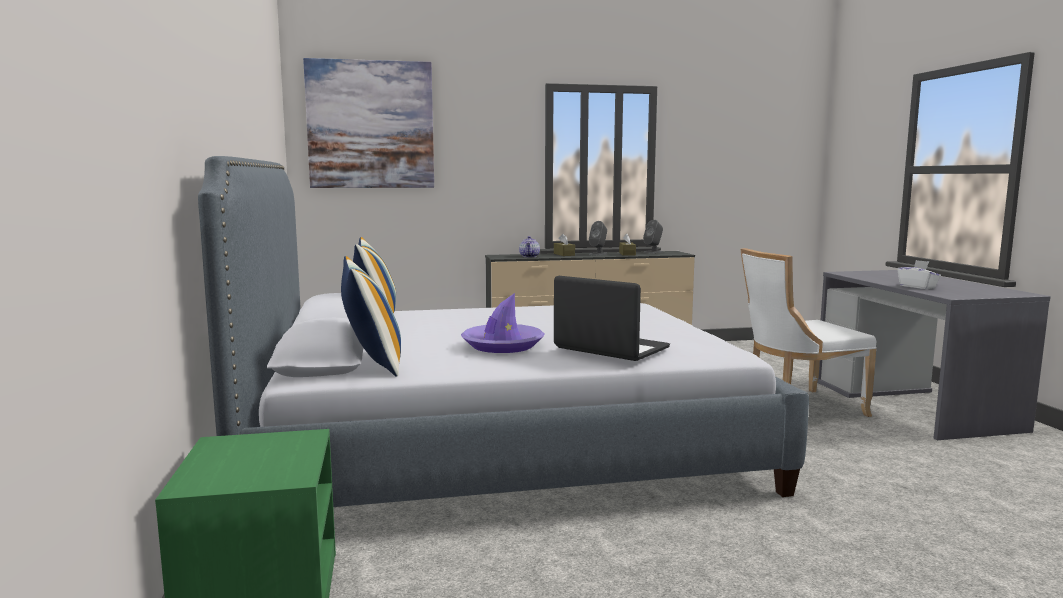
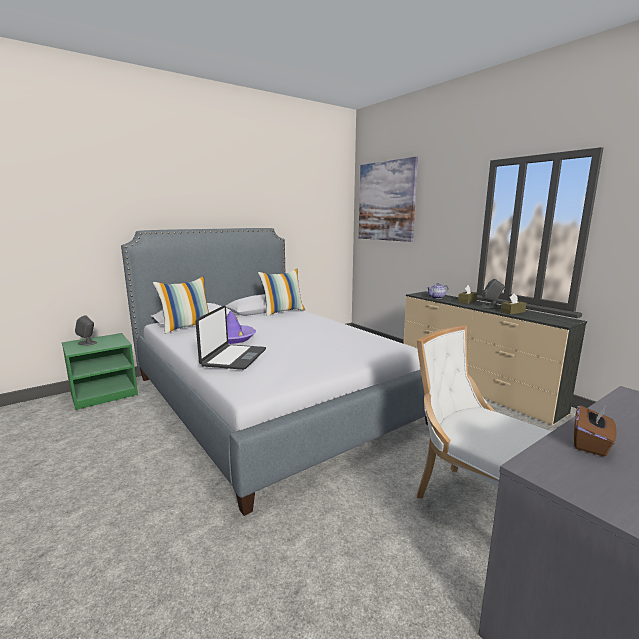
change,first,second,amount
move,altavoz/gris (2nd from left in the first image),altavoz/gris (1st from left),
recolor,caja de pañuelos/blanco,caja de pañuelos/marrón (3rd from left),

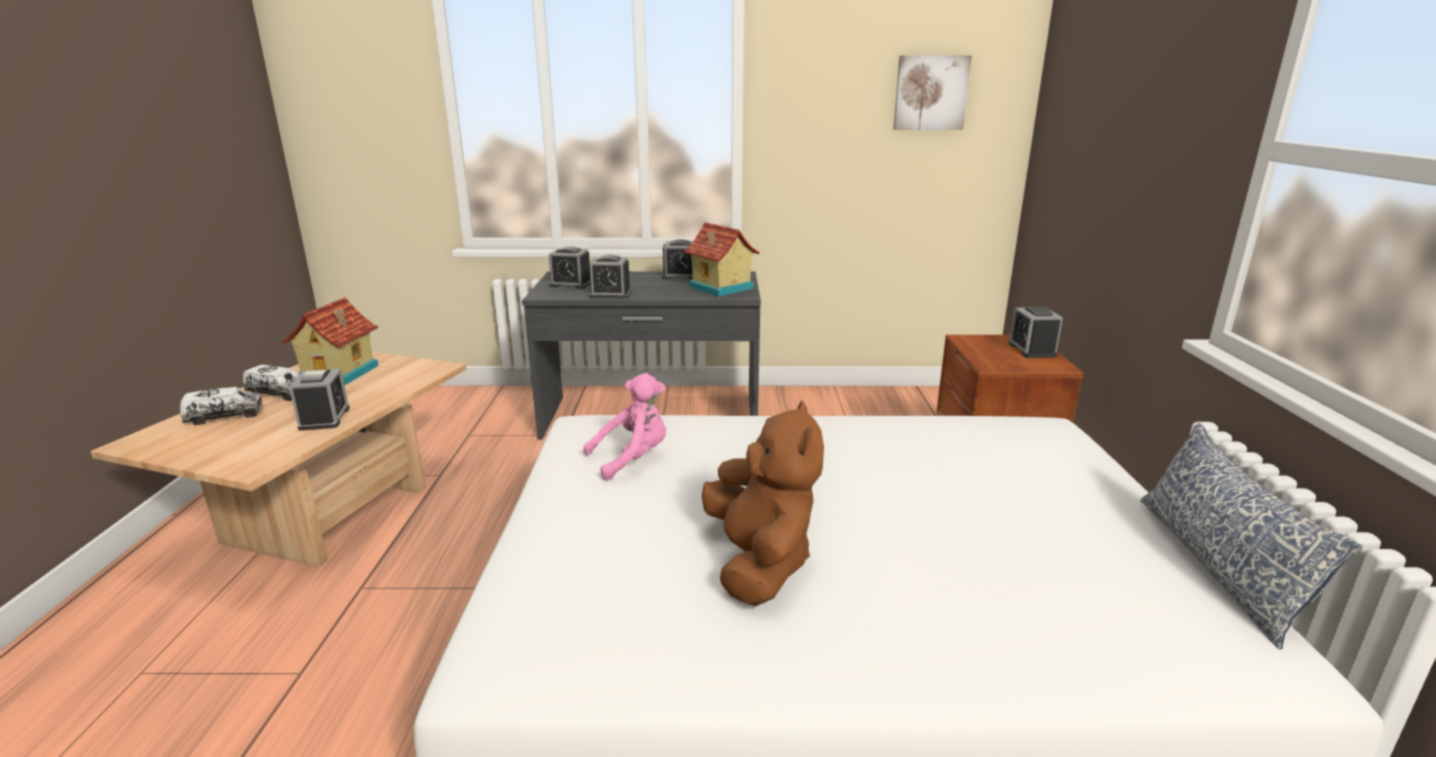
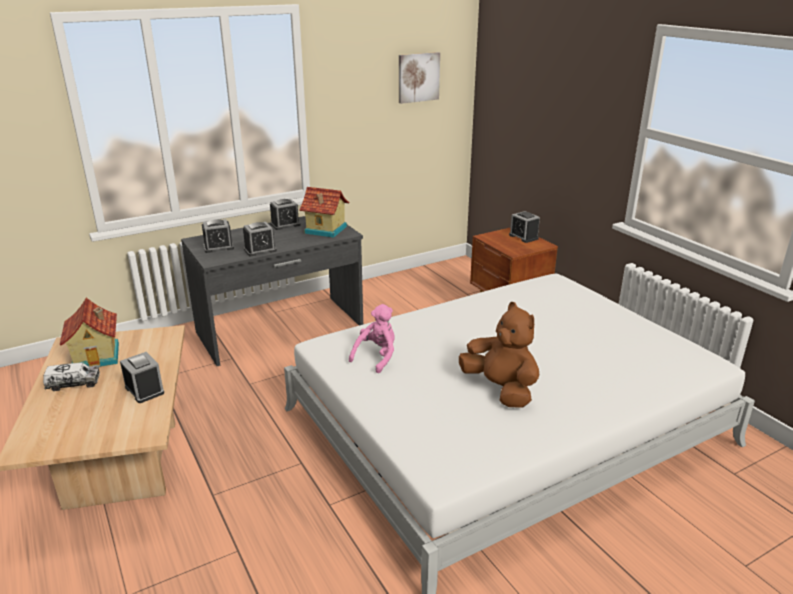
change,first,second,amount
delete,camión de juguete (1st from left),,
delete,cojín,,

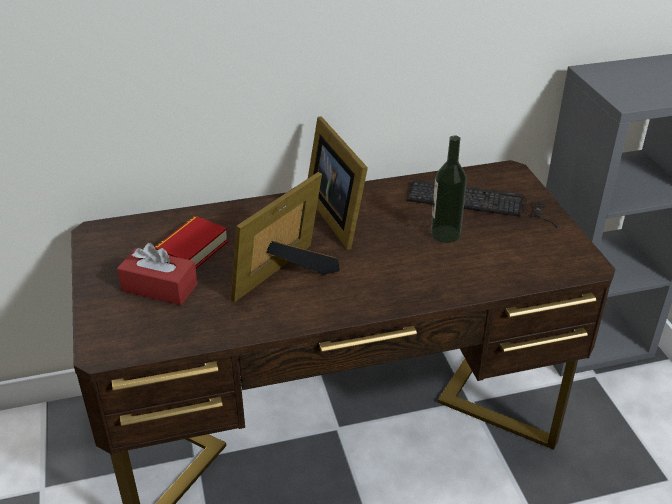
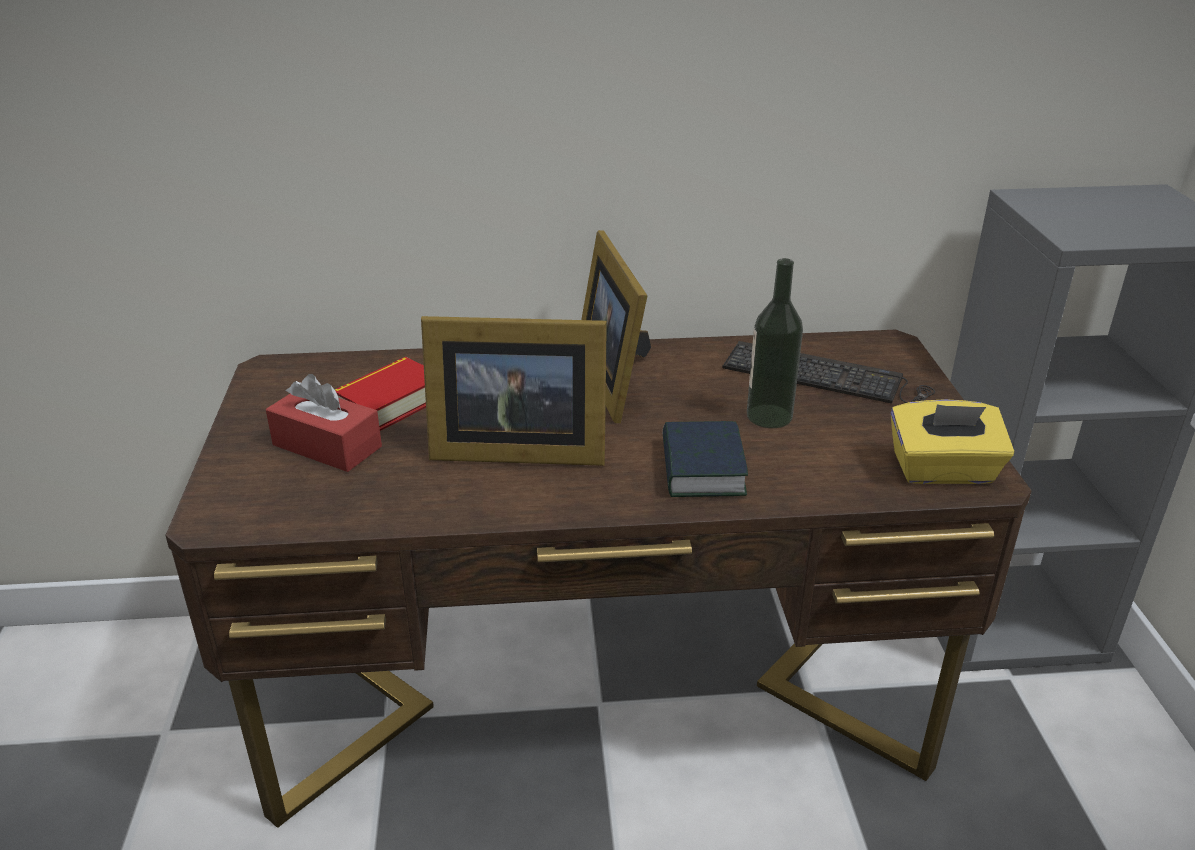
change,first,second,amount
insert,,libro (2nd from left),
insert,,caja de pañuelos/amarillo,
rotate,portarretratos (1st from left),,135 degrees counterclockwise

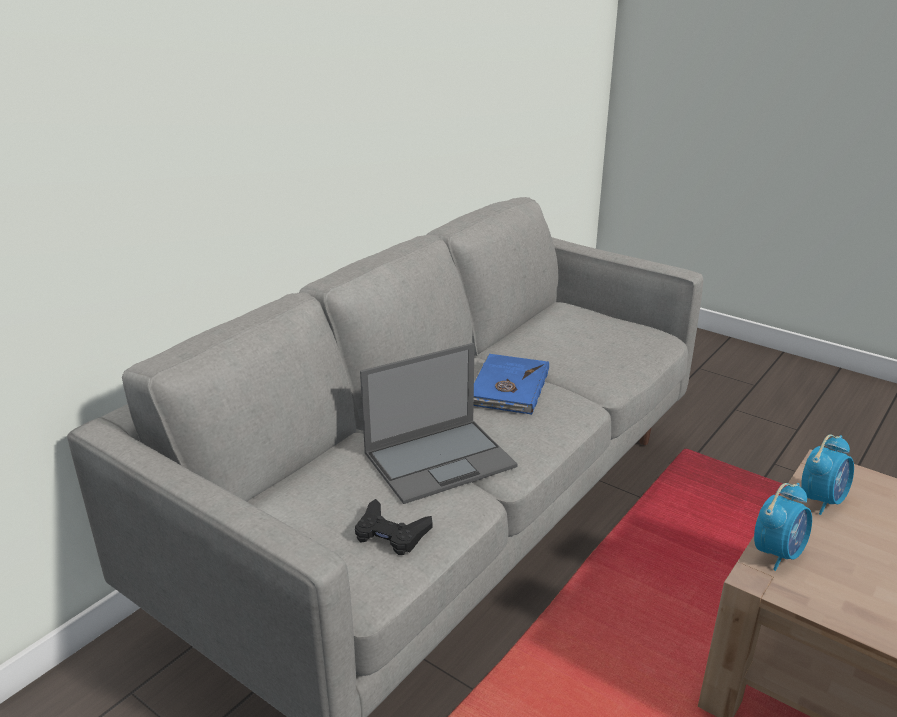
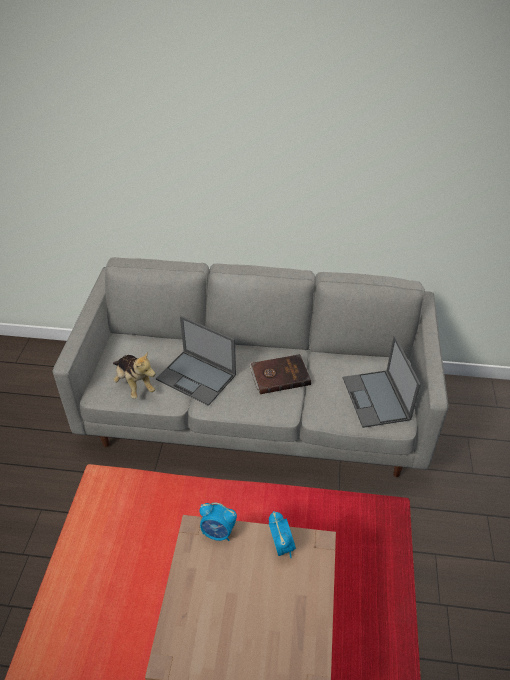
change,first,second,amount
insert,,portátil (2nd from left),
replace,mando de consola/negro,peluche,
recolor,libro/azul,libro/marrón,
rotate,despertador (2nd from left),,120 degrees counterclockwise

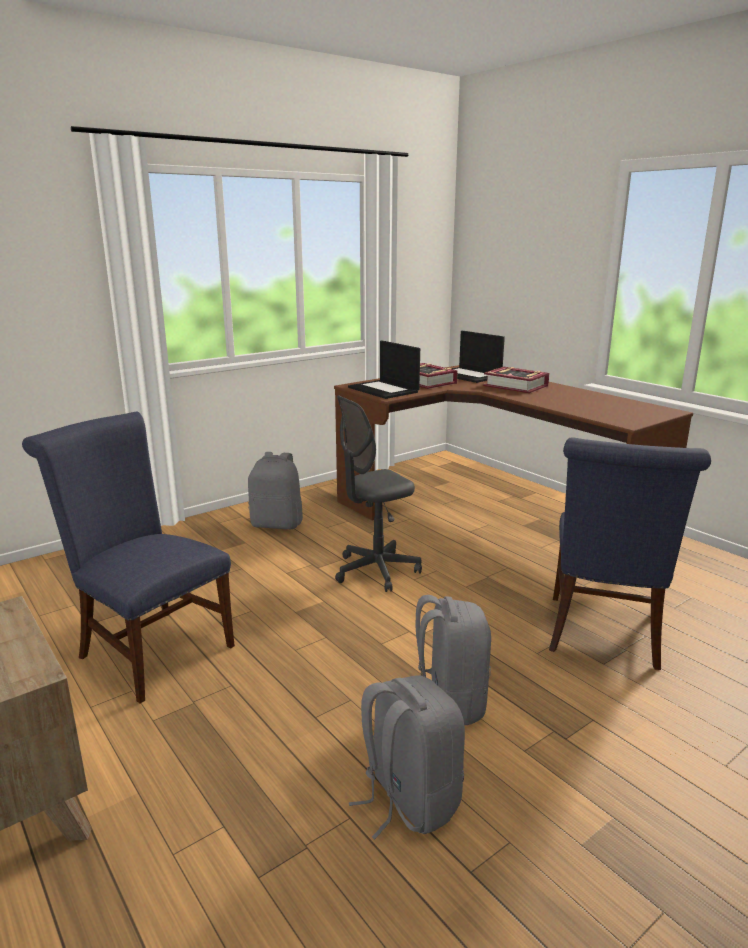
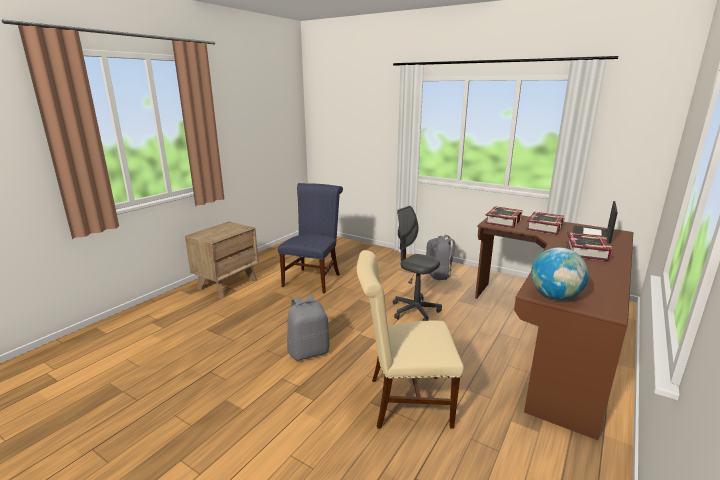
change,first,second,amount
delete,mochila/gris (2nd from left),,
insert,,globo terráqueo,
replace,portátil (1st from left),libro (1st from left),
recolor,silla/azul (2nd from left),silla/beis,

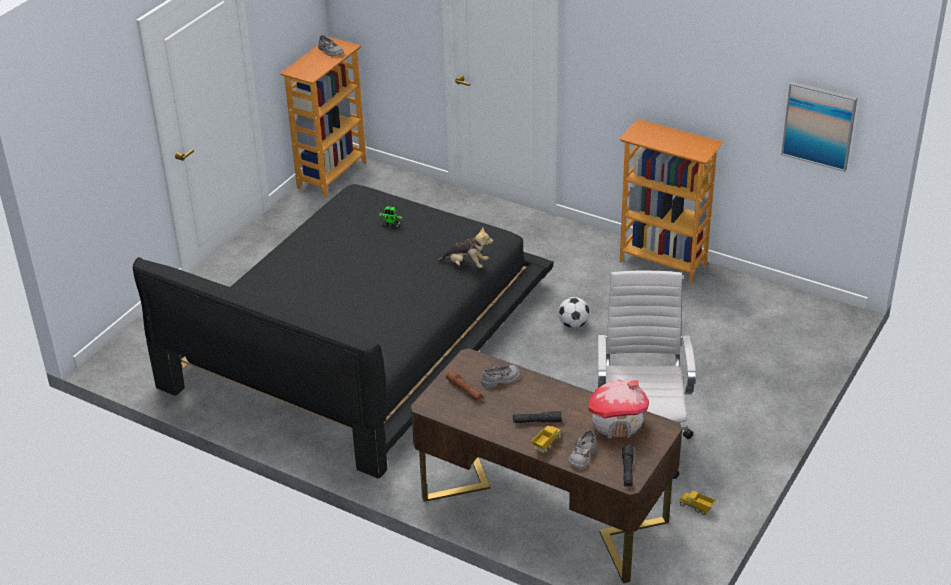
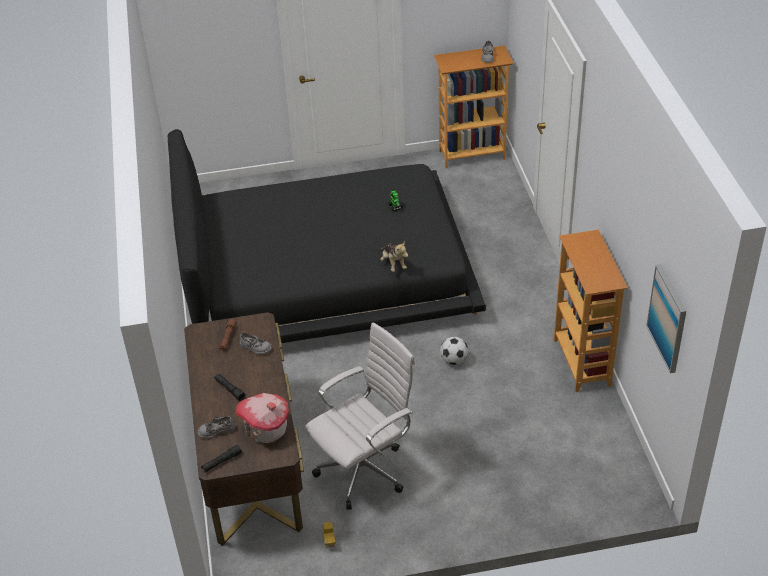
change,first,second,amount
delete,camión de juguete (1st from left),,

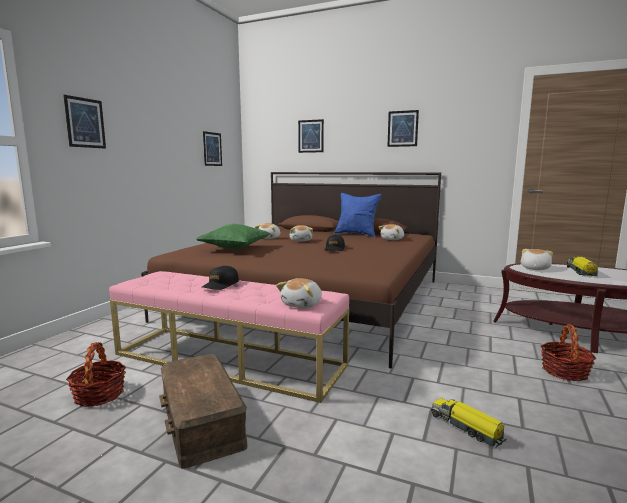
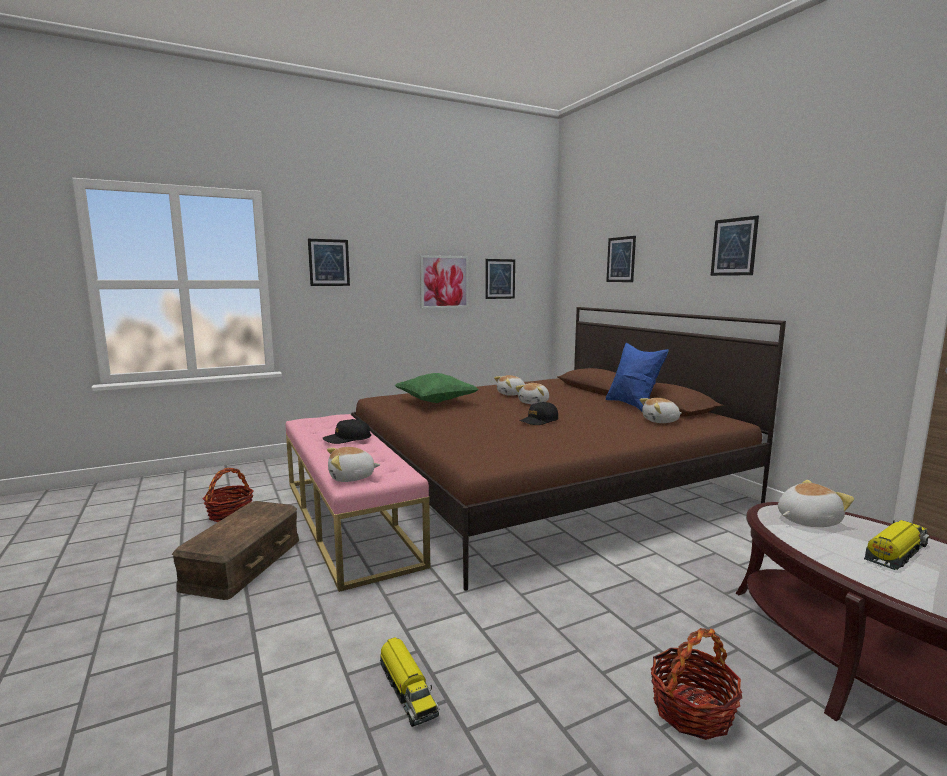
change,first,second,amount
insert,,cuadro (2nd from left),
rotate,camión de juguete (1st from left),,150 degrees clockwise

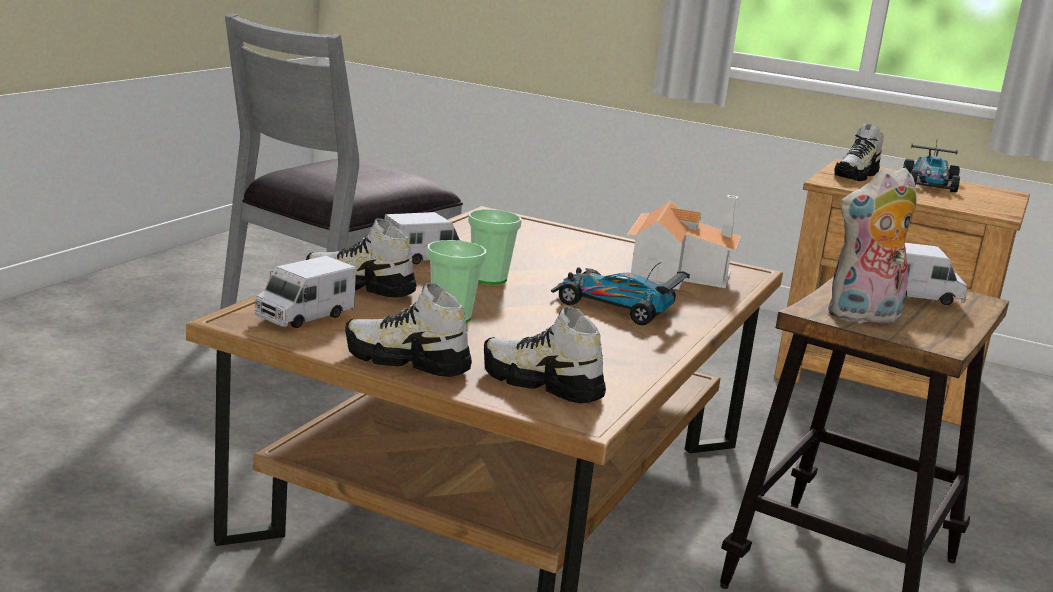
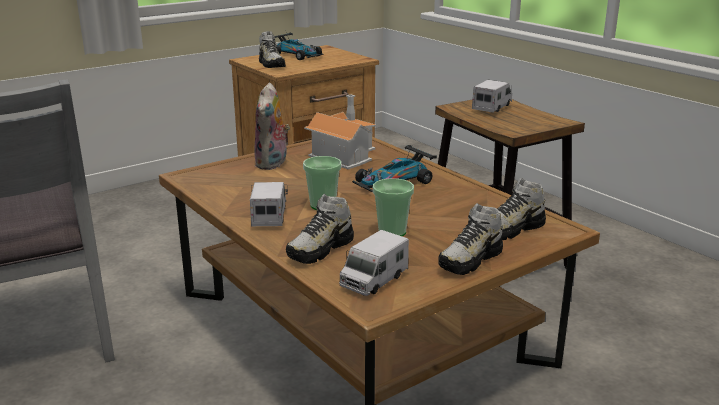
change,first,second,amount
move,peluche,,
rotate,camión de juguete (1st from left in the first image),camión de juguete (2nd from left),60 degrees clockwise

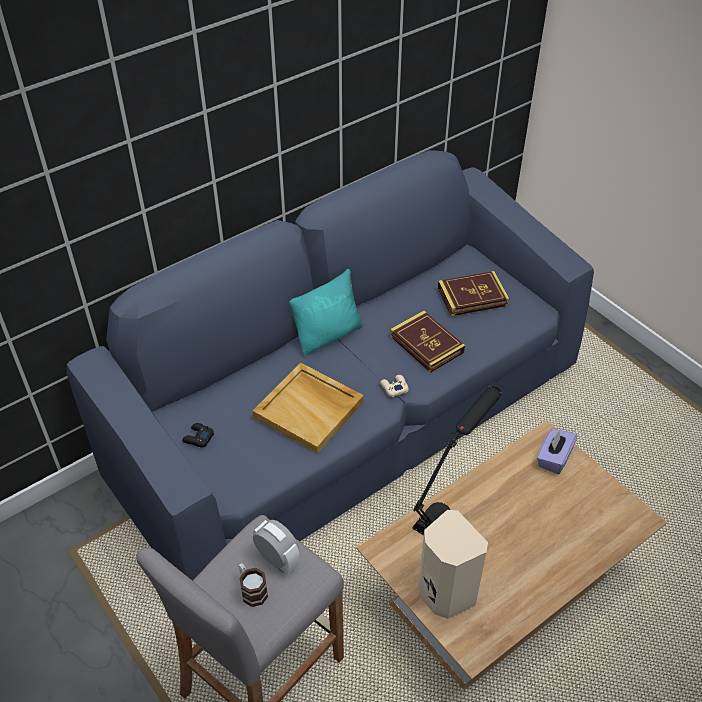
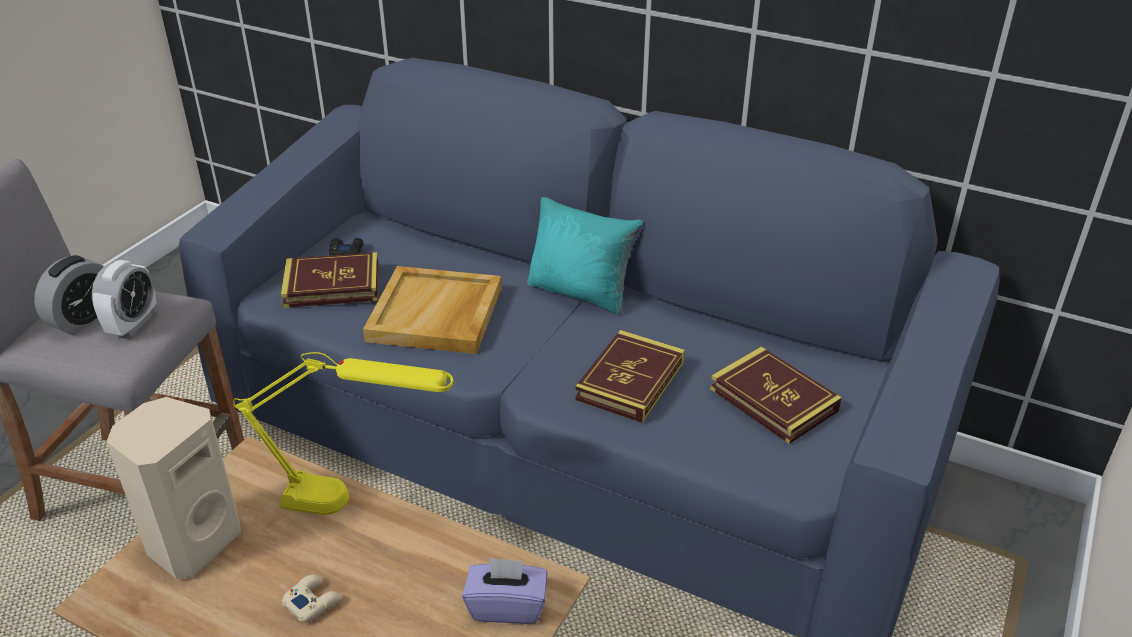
change,first,second,amount
insert,,libro (1st from left),
move,mando de consola/beis,,
replace,taza grande,despertador (1st from left),
recolor,lámpara de mesa/negro,lámpara de mesa/amarillo,

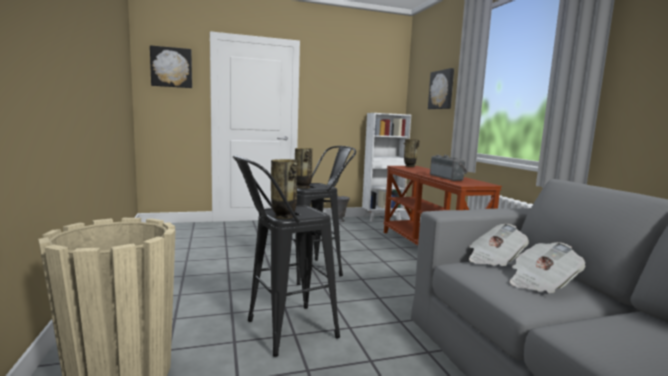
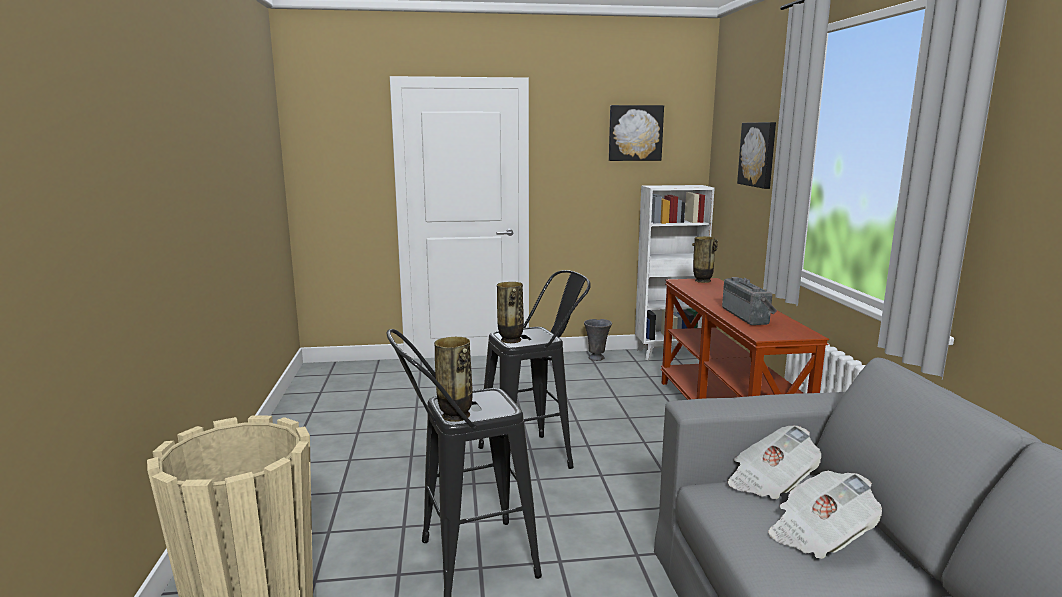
change,first,second,amount
move,cuadro (1st from left),,

